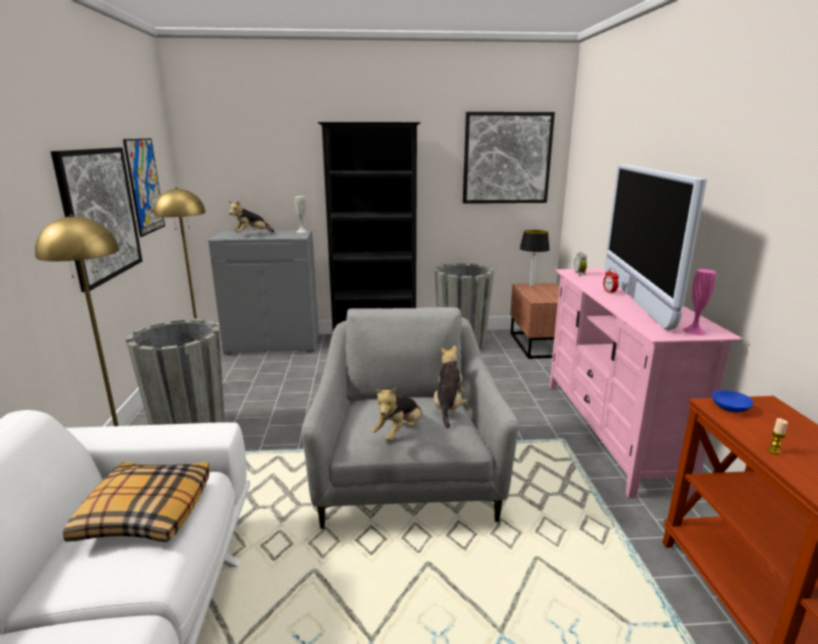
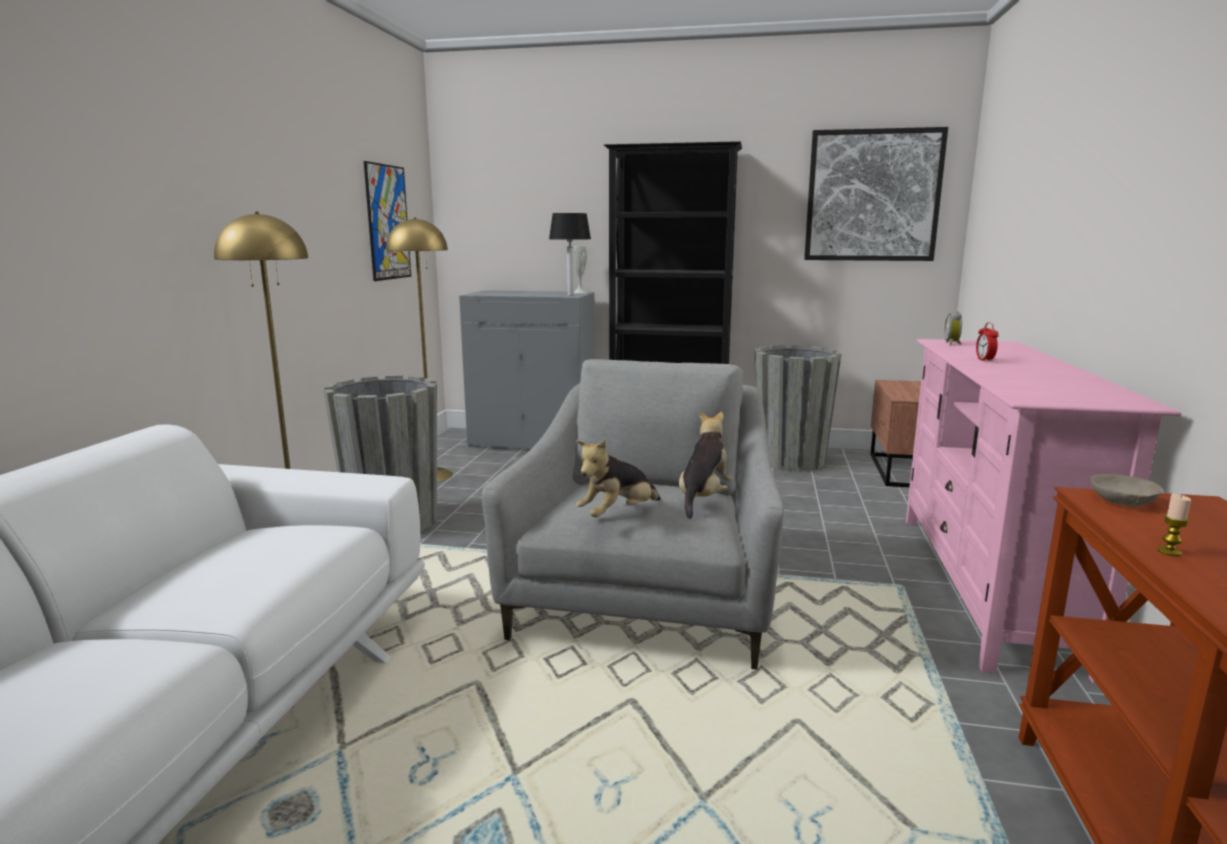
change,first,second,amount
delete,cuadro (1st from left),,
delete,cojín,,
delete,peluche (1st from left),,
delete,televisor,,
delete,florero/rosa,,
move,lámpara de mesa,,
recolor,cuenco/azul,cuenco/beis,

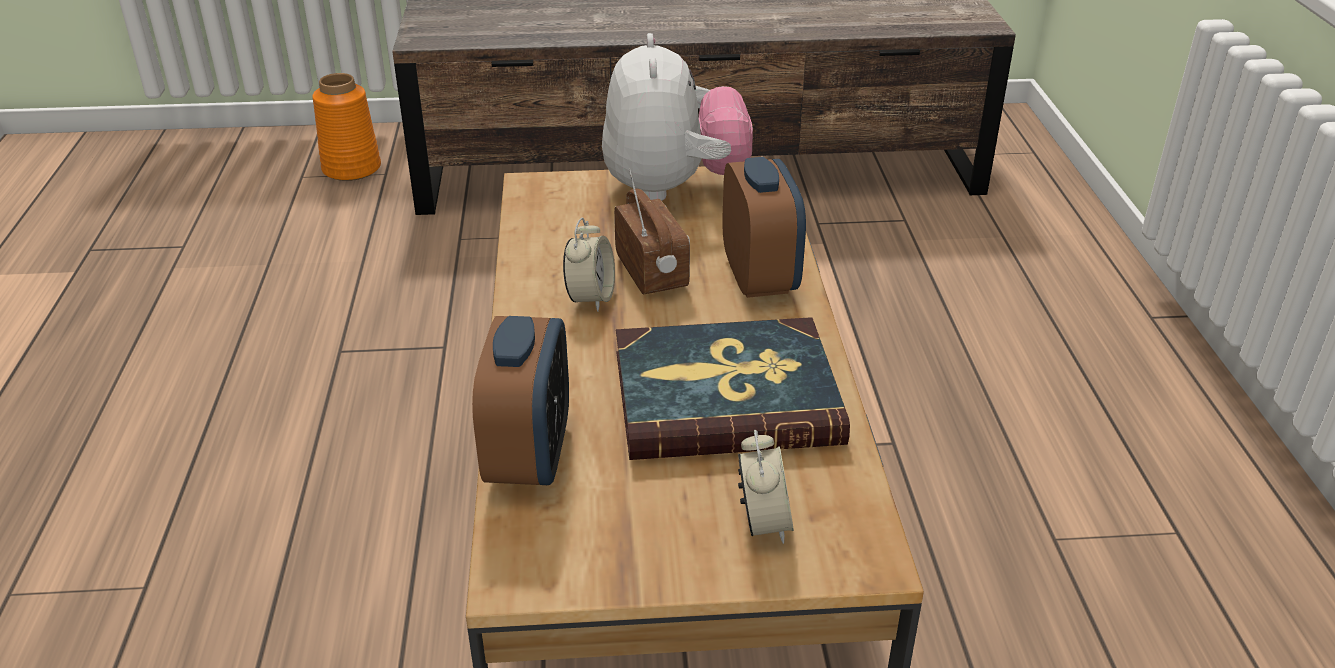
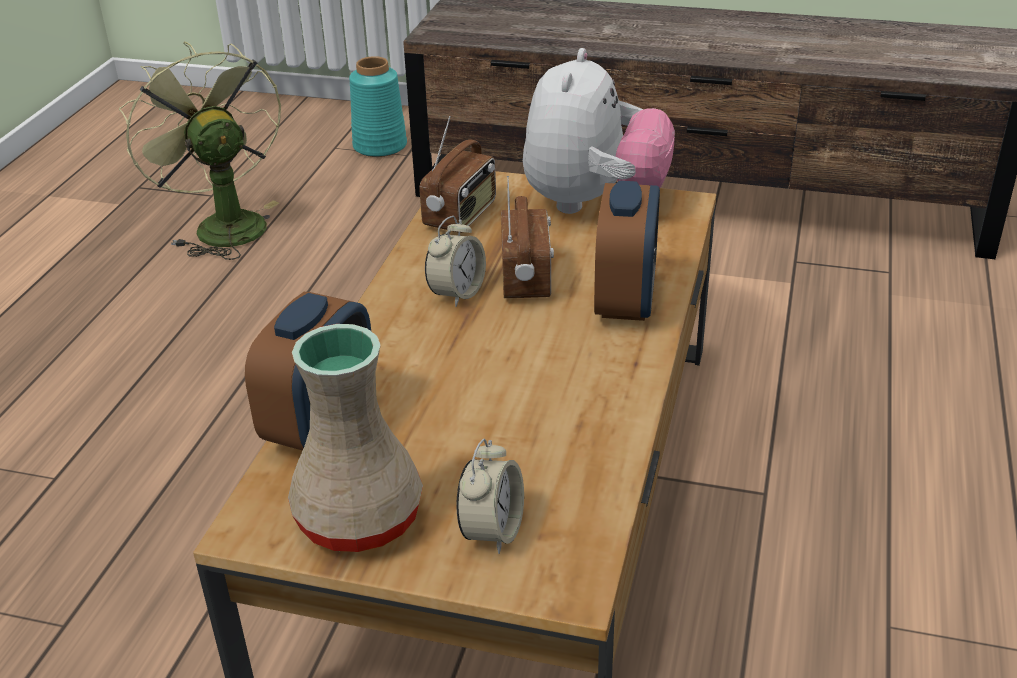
change,first,second,amount
delete,libro,,
insert,,ventilador/verde,
insert,,florero/beis,
insert,,radio (1st from left),
recolor,florero/naranja,florero/turquesa,

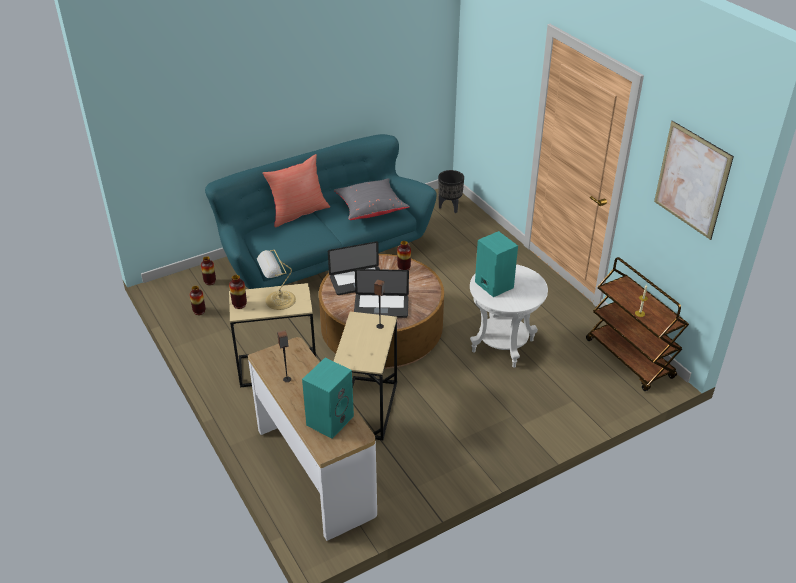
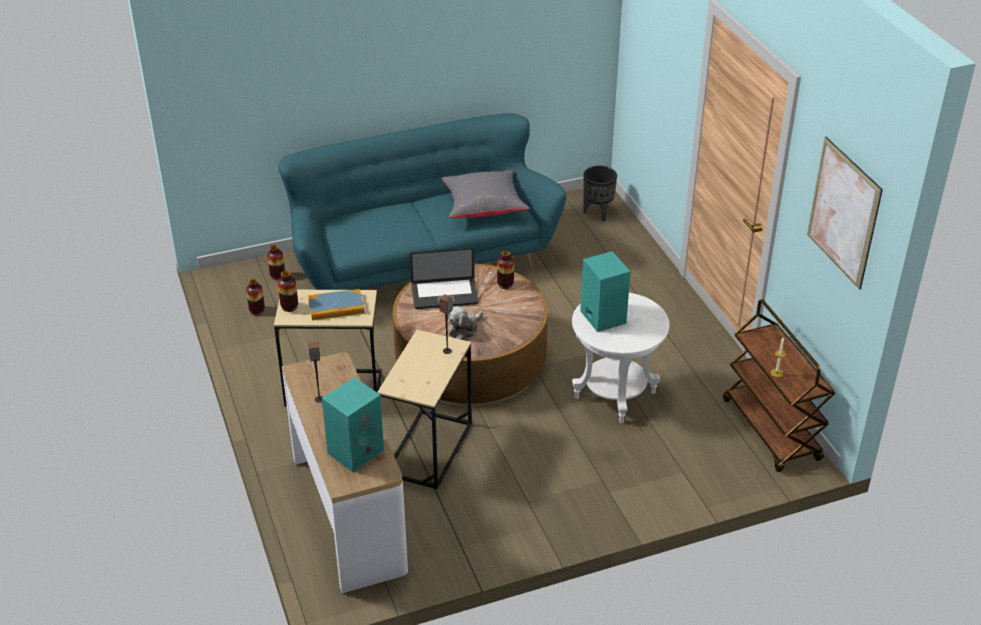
change,first,second,amount
delete,cojín/rojo,,
replace,lámpara de mesa,libro,
replace,portátil (2nd from left),peluche,

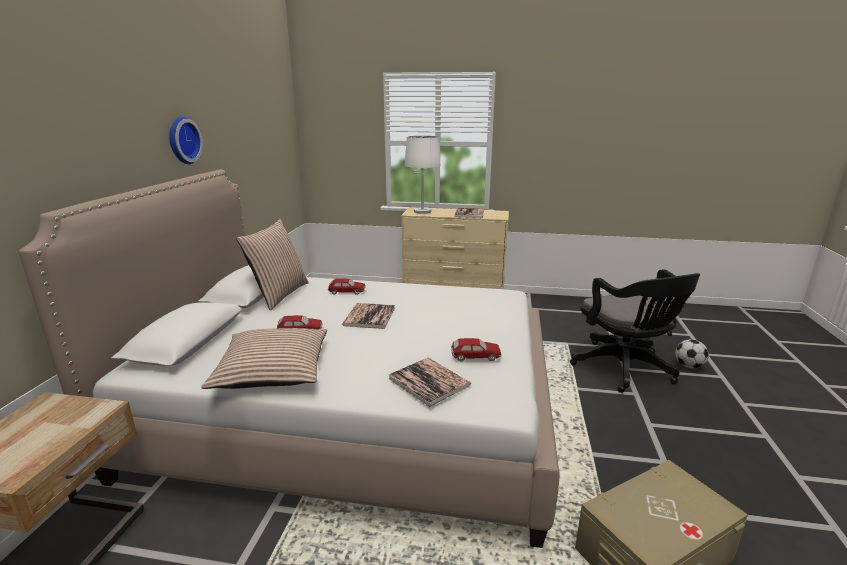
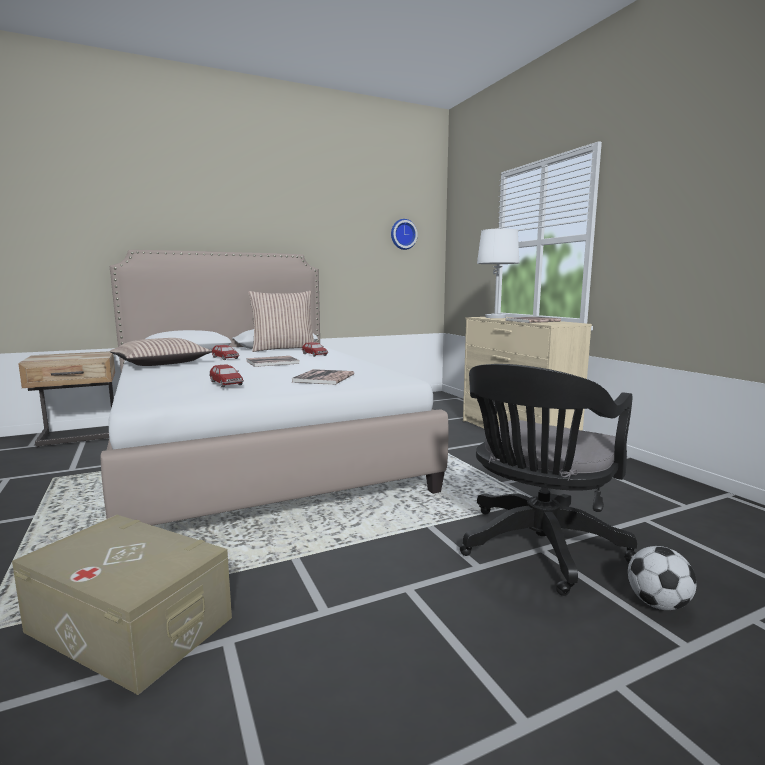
change,first,second,amount
move,reloj de pared,,
move,libro (2nd from left),,

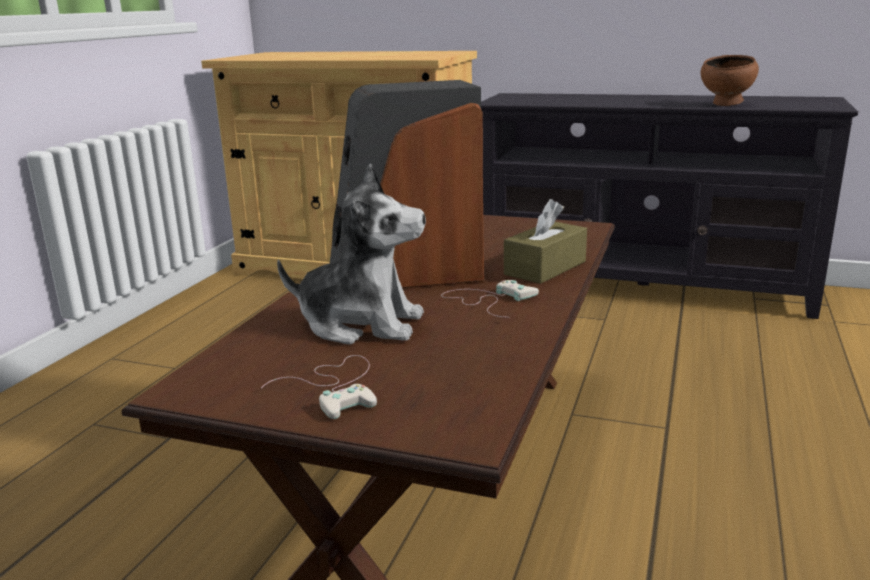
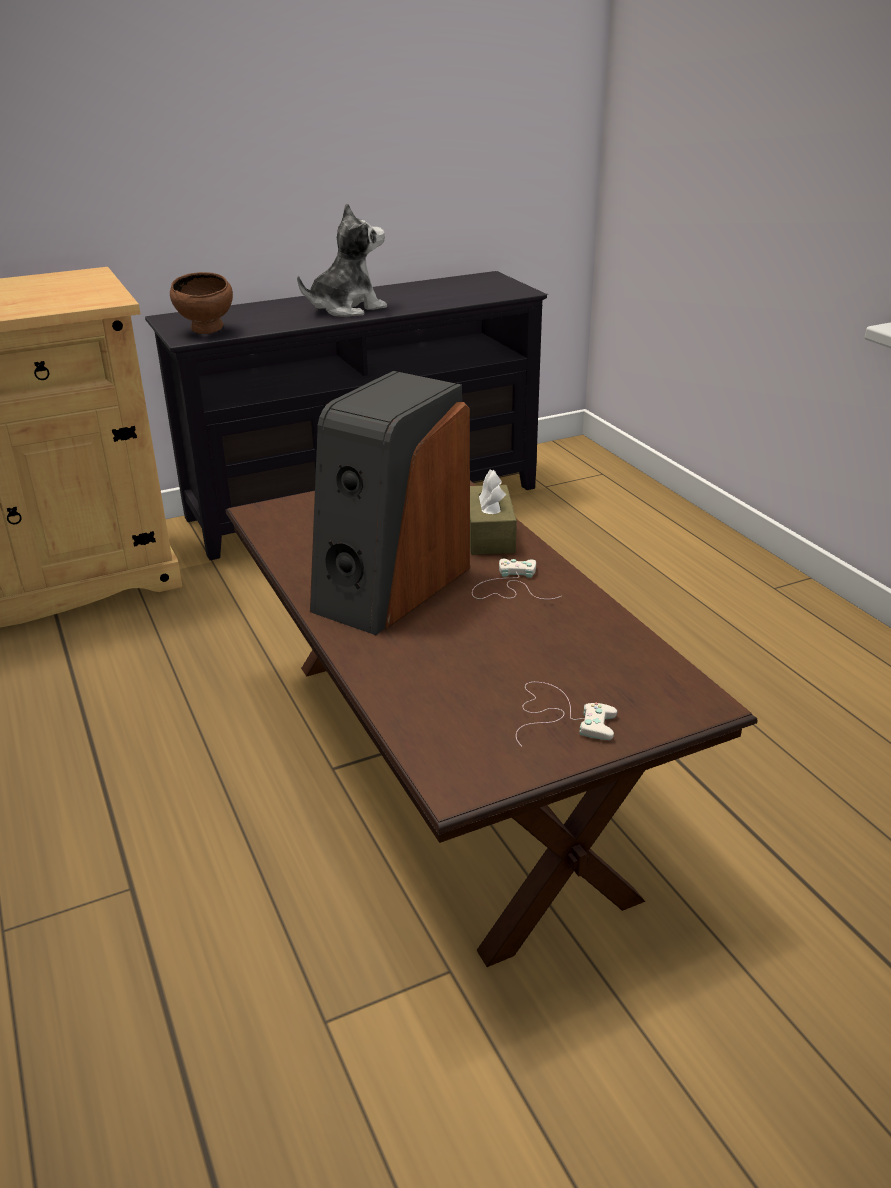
change,first,second,amount
move,peluche,,
move,cuenco/marrón,,

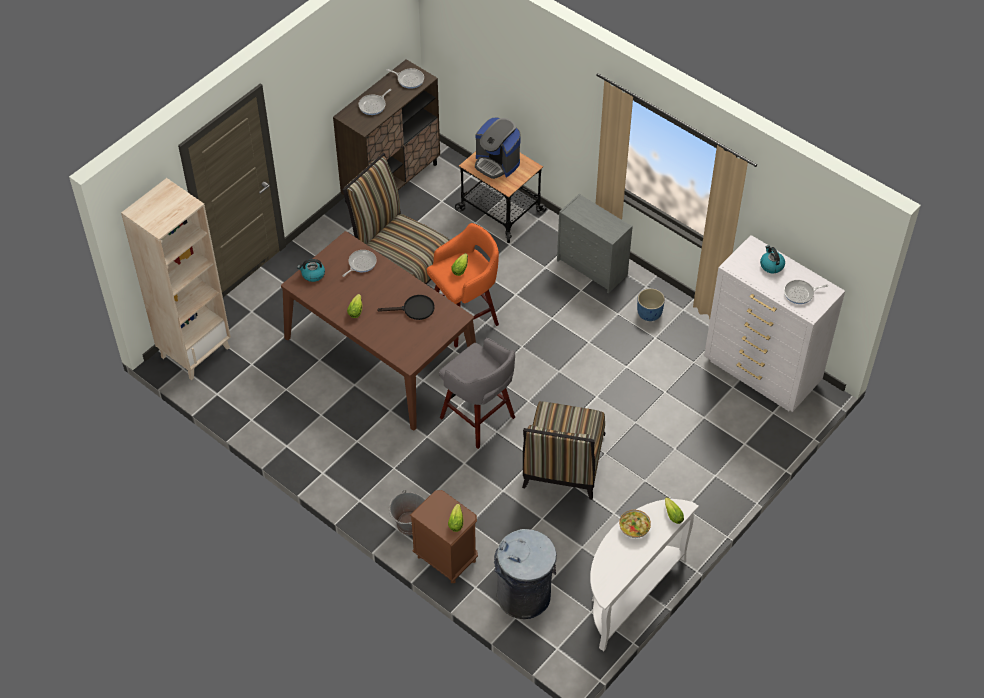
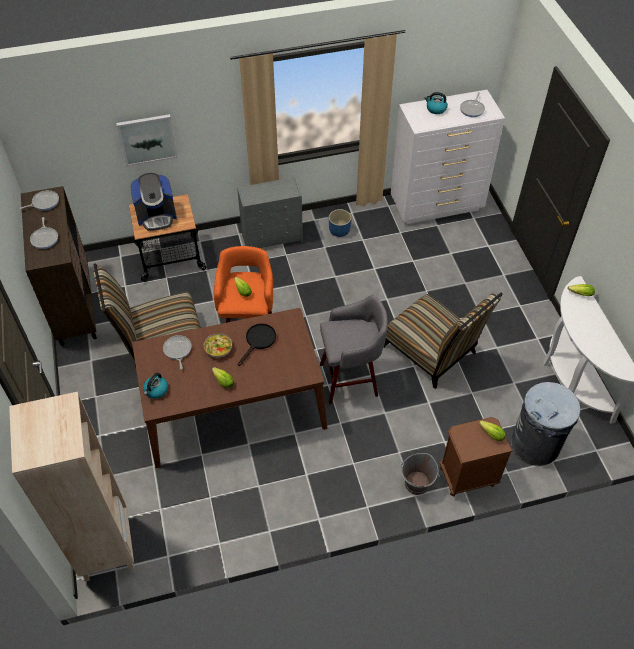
change,first,second,amount
insert,,cuadro,
move,cuenco,,

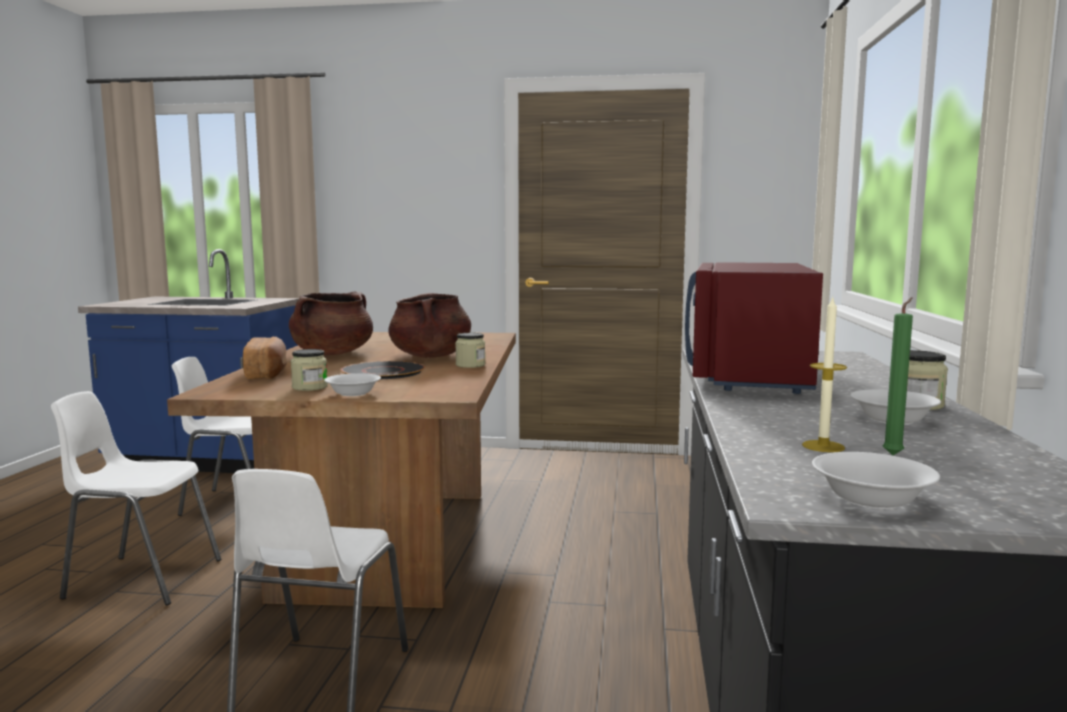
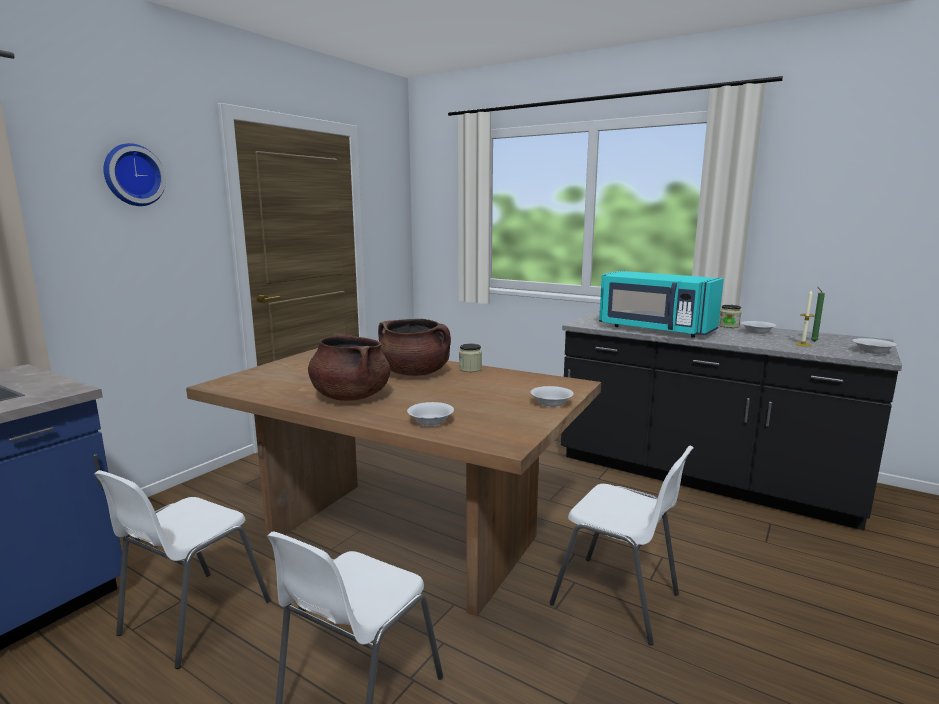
change,first,second,amount
delete,tarro (1st from left),,
delete,plato/negro,,
insert,,reloj de pared,
replace,pan,cuenco/blanco (1st from left),
recolor,microondas/rojo,microondas/turquesa,

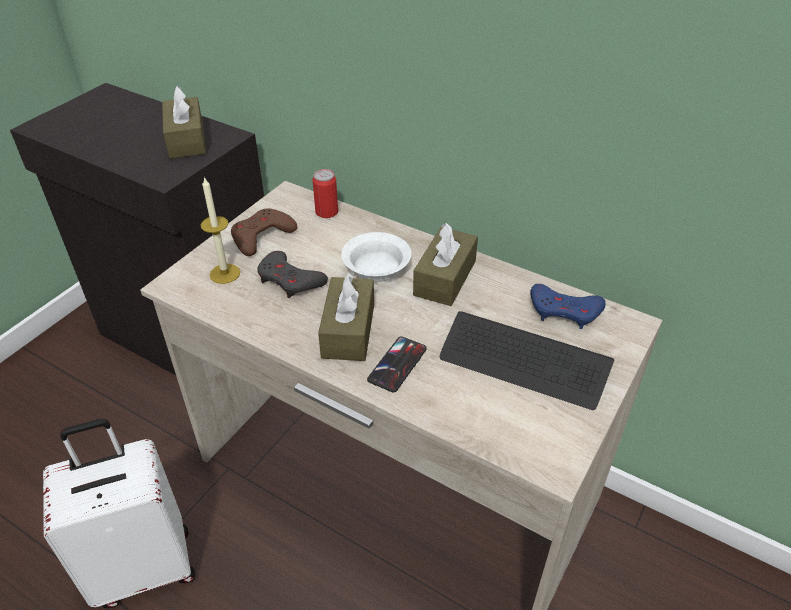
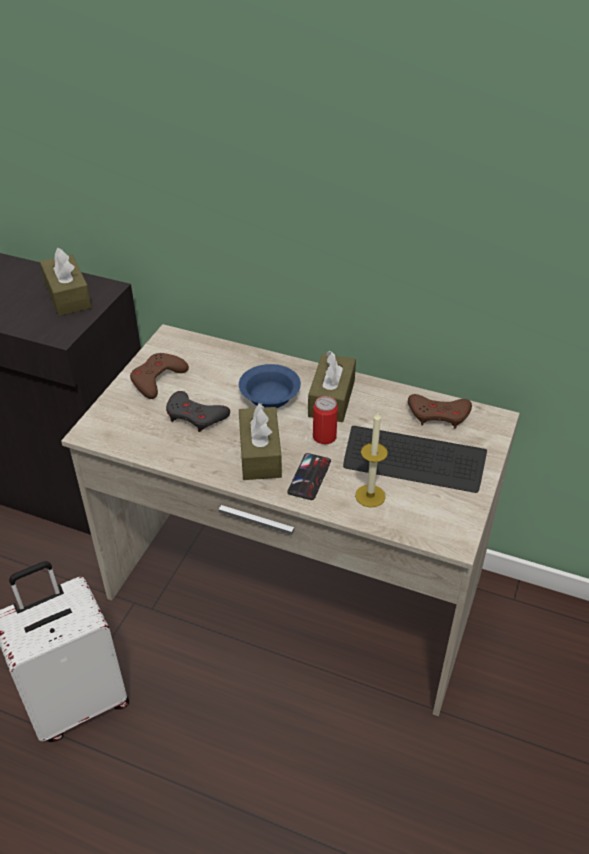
change,first,second,amount
move,vela,,
move,lata,,
recolor,cuenco/blanco,cuenco/azul,
recolor,mando de consola/azul,mando de consola/marrón (2nd from left),

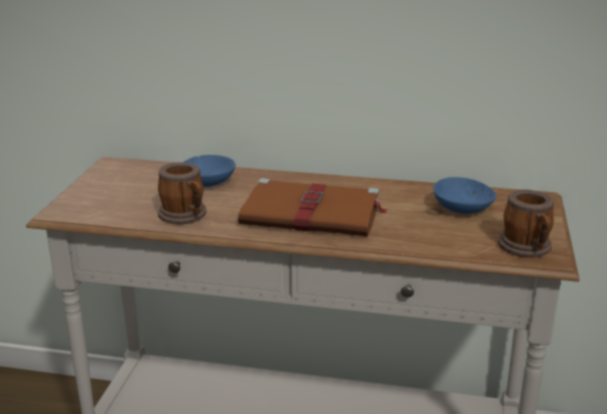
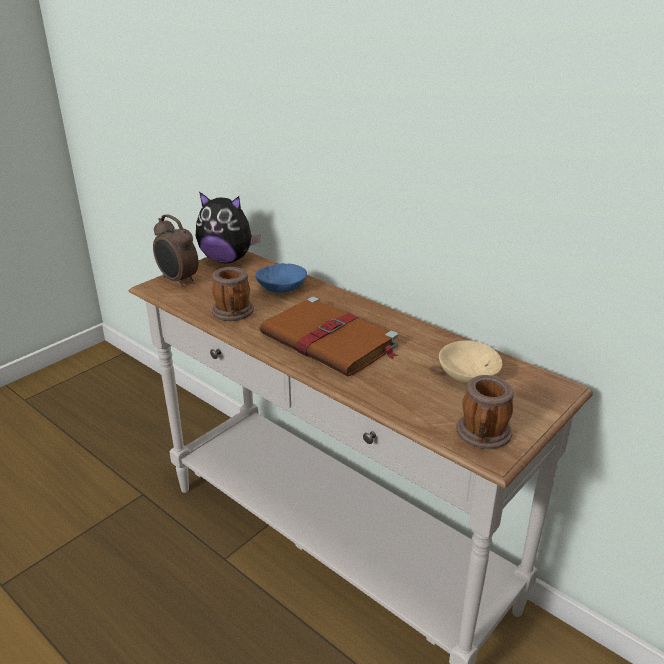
change,first,second,amount
insert,,despertador,
insert,,peluche,
recolor,cuenco/azul (2nd from left),cuenco/beis,

